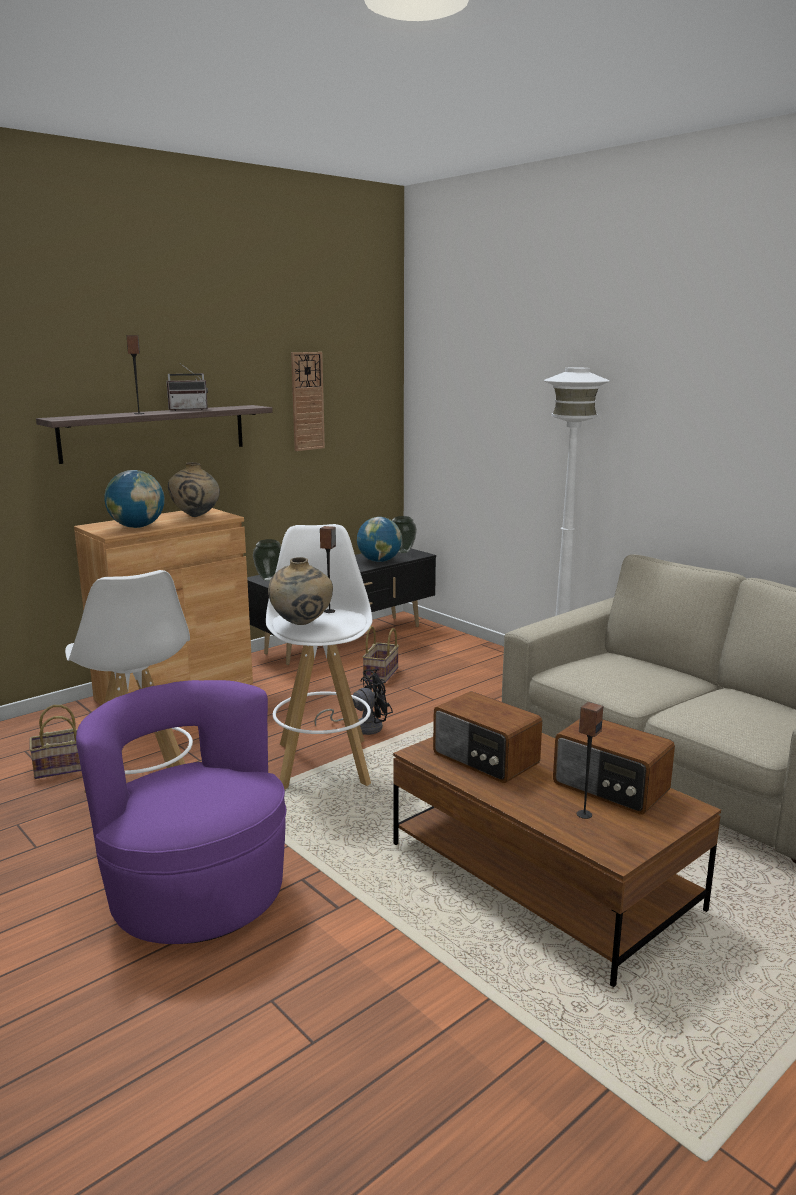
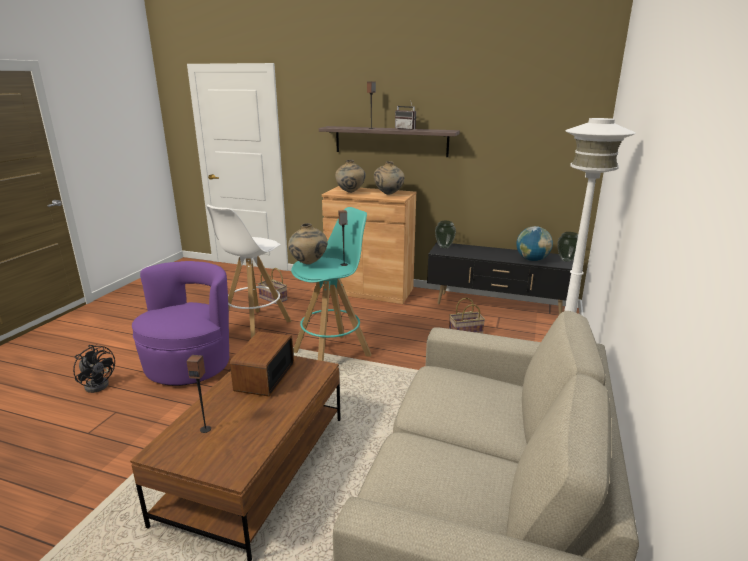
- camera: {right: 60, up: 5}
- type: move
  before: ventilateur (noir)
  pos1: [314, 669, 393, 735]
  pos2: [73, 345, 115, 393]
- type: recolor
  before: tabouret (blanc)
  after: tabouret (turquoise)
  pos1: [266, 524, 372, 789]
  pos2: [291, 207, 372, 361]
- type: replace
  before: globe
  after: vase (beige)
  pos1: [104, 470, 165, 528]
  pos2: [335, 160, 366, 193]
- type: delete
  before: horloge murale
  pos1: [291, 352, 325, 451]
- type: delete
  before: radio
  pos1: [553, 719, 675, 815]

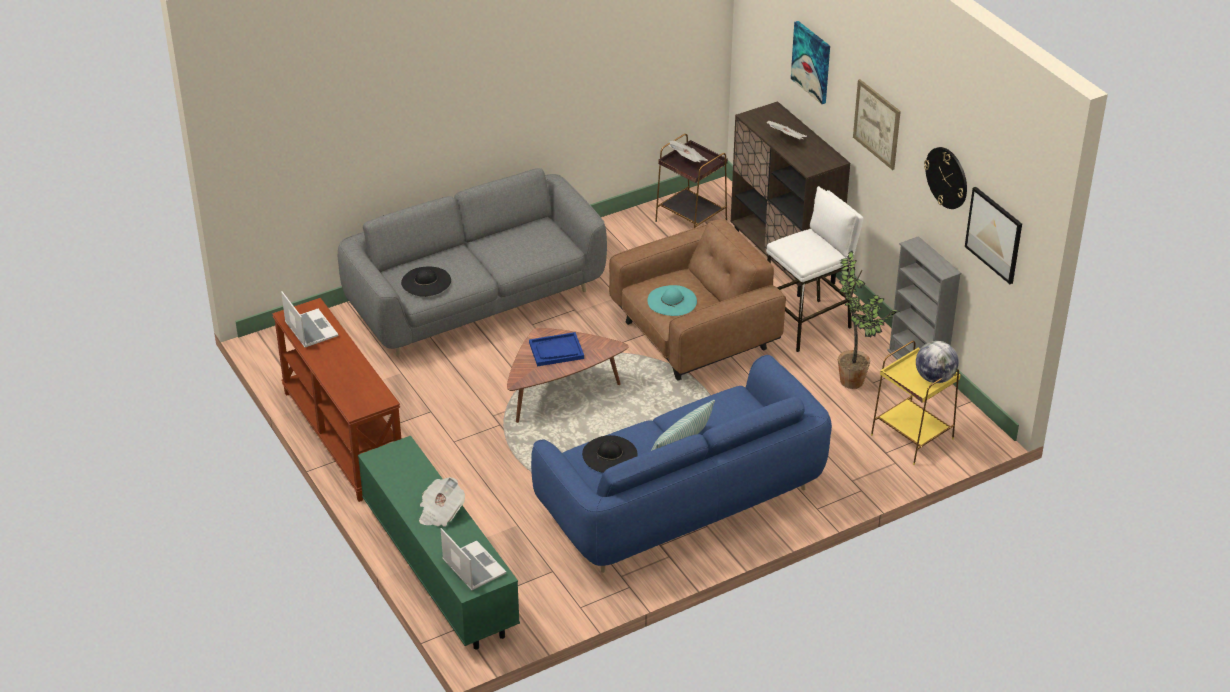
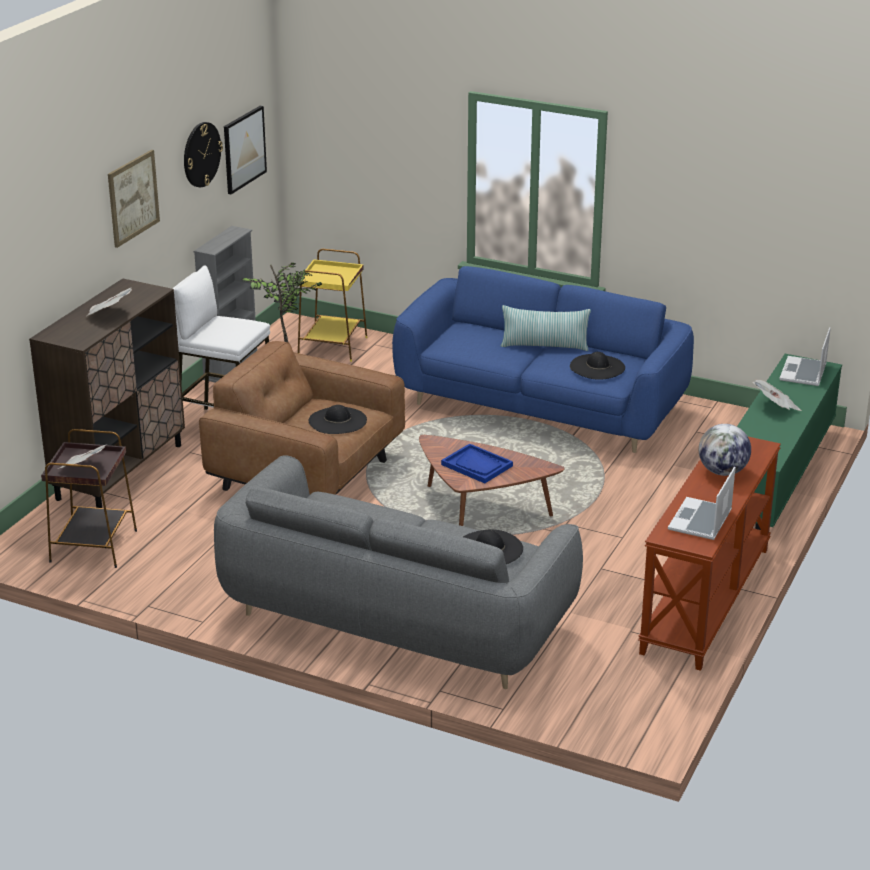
- camera: {right: -125, up: -10}
- type: recolor
  before: chapeau (turquoise)
  after: chapeau (noir)
  pos1: [647, 285, 697, 316]
  pos2: [309, 405, 367, 434]
- type: move
  before: globe
  pos1: [916, 341, 959, 383]
  pos2: [699, 424, 751, 476]
- type: delete
  before: tableau
  pos1: [791, 21, 830, 104]

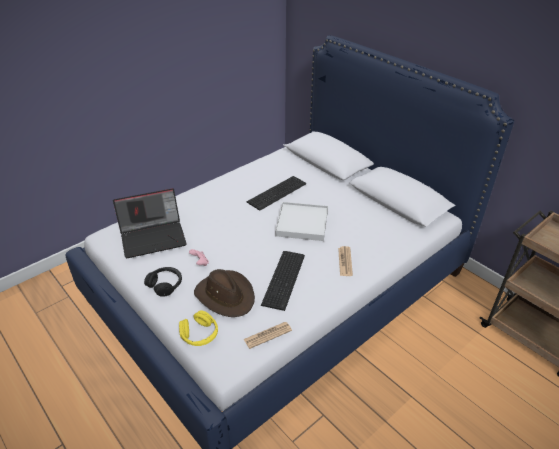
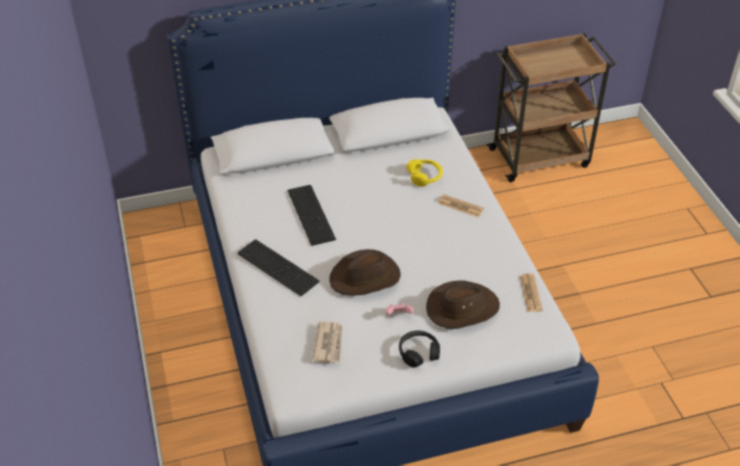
- camera: {right: -65, up: 5}
- type: move
  before: clavier
  pos1: [261, 251, 305, 311]
  pos2: [237, 240, 320, 296]
- type: replace
  before: ordinateur portable
  after: journal
  pos1: [113, 188, 187, 258]
  pos2: [312, 322, 343, 363]
- type: insert
  after: chapeau (marron)
  pos2: [329, 249, 401, 296]
- type: move
  before: casque audio (jaune)
  pos1: [179, 310, 218, 346]
  pos2: [406, 159, 443, 187]
- type: delete
  before: plateau (blanc)
  pos1: [275, 202, 328, 241]

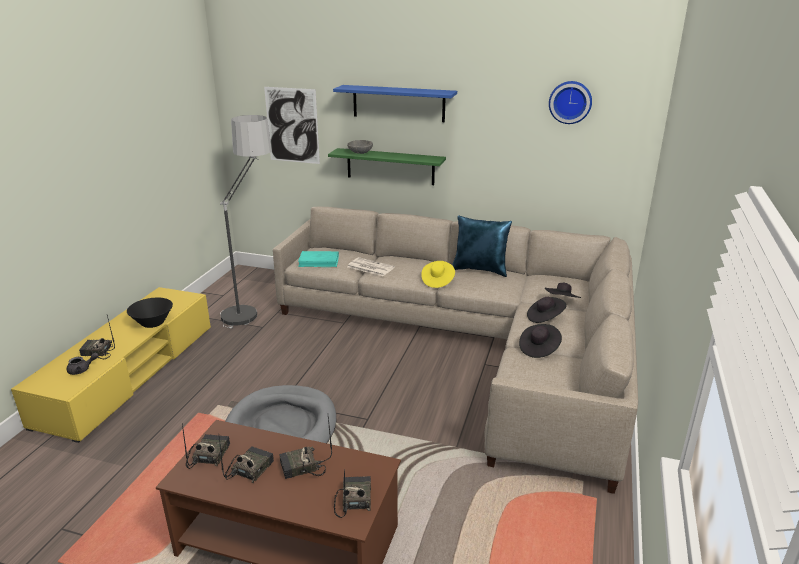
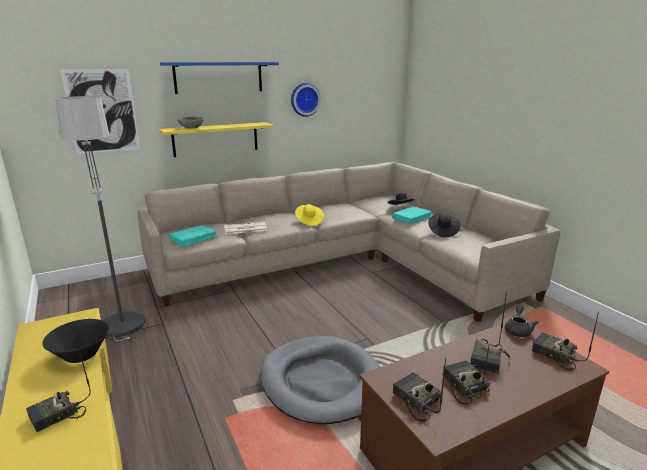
- camera: {right: -45, up: -5}
- type: recolor
  before: étagère (vert)
  after: étagère (jaune)
  pos1: [328, 148, 446, 185]
  pos2: [159, 122, 274, 157]
- type: move
  before: horloge murale
  pos1: [549, 81, 592, 124]
  pos2: [291, 83, 321, 117]
- type: replace
  before: chapeau (noir)
  after: livre (turquoise)
  pos1: [527, 297, 567, 323]
  pos2: [392, 207, 432, 224]
- type: move
  before: théière (gris)
  pos1: [67, 353, 99, 375]
  pos2: [505, 304, 539, 337]
- type: delete
  before: coussin (bleu)
  pos1: [452, 216, 512, 277]

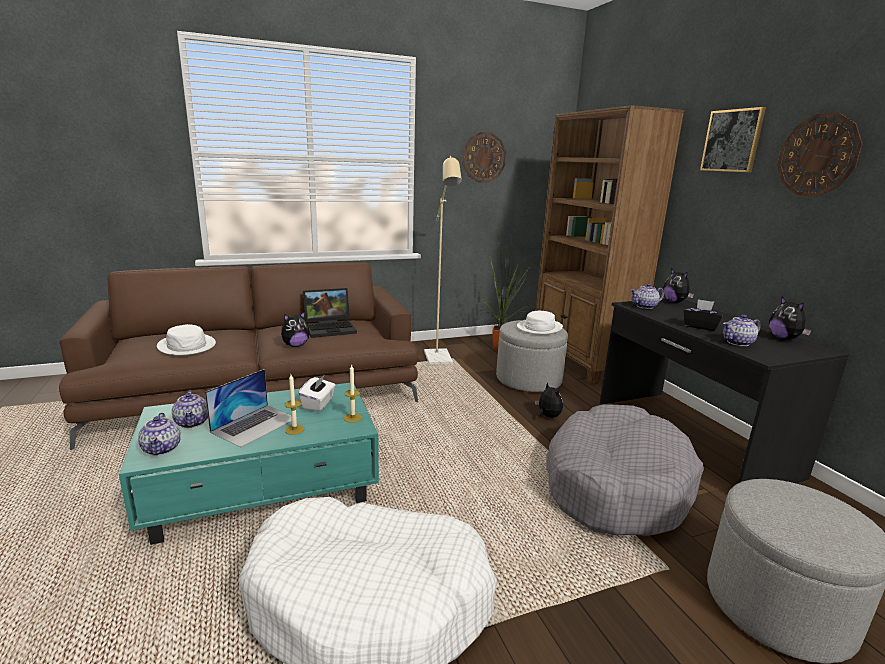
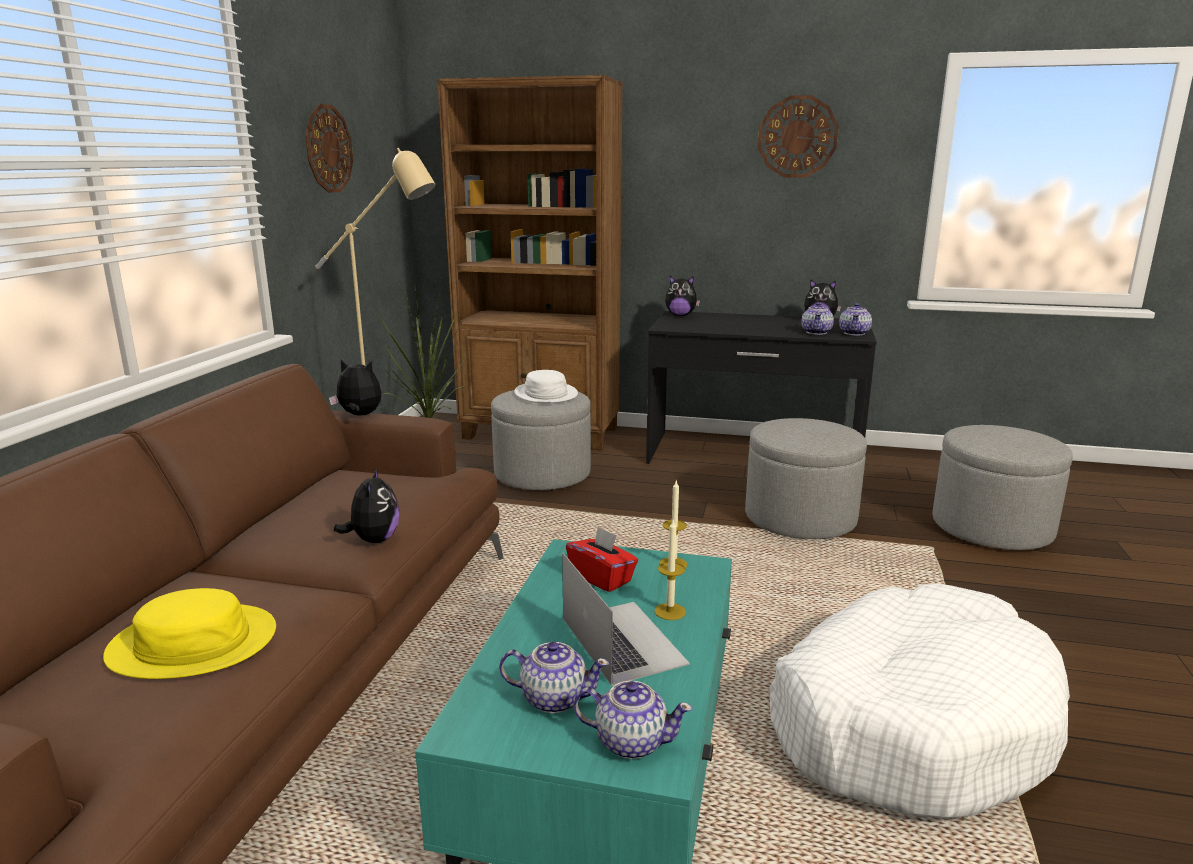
- camera: {right: -55, up: 0}
- type: recolor
  before: chapeau (blanc)
  after: chapeau (jaune)
  pos1: [157, 324, 216, 356]
  pos2: [103, 588, 276, 679]
- type: move
  before: peluche
  pos1: [535, 382, 563, 418]
  pos2: [329, 360, 382, 415]
- type: recolor
  before: boîte à mouchoirs (blanc)
  after: boîte à mouchoirs (rouge)
  pos1: [298, 376, 335, 412]
  pos2: [566, 526, 638, 592]
- type: replace
  before: panier pour chien (gris)
  after: pouf (gris)
  pos1: [546, 405, 704, 536]
  pos2: [745, 418, 867, 539]
- type: move
  before: théière
  pos1: [631, 283, 664, 309]
  pos2: [839, 303, 872, 335]
- type: delete
  before: ordinateur portable
  pos1: [303, 288, 357, 338]
- type: delete
  before: boîte à mouchoirs (noir)
  pos1: [684, 299, 723, 331]
- type: delete
  before: tableau
  pos1: [700, 107, 766, 172]

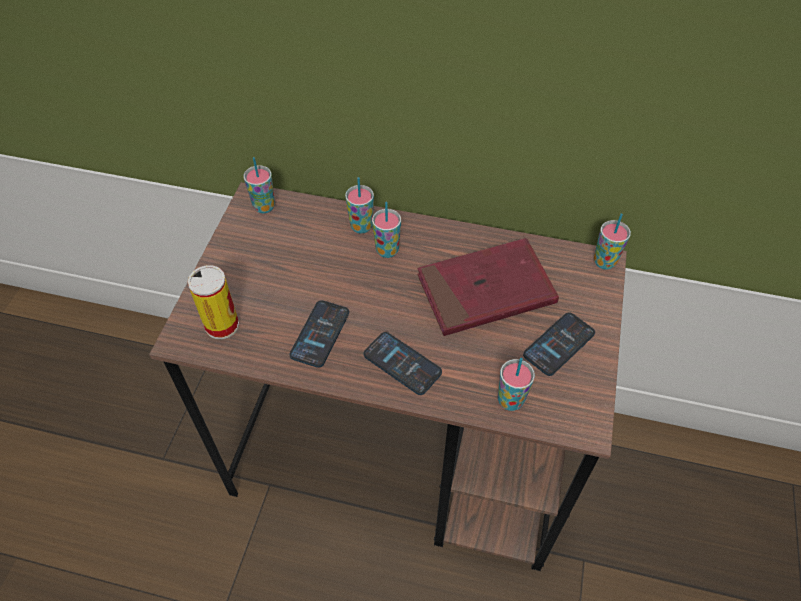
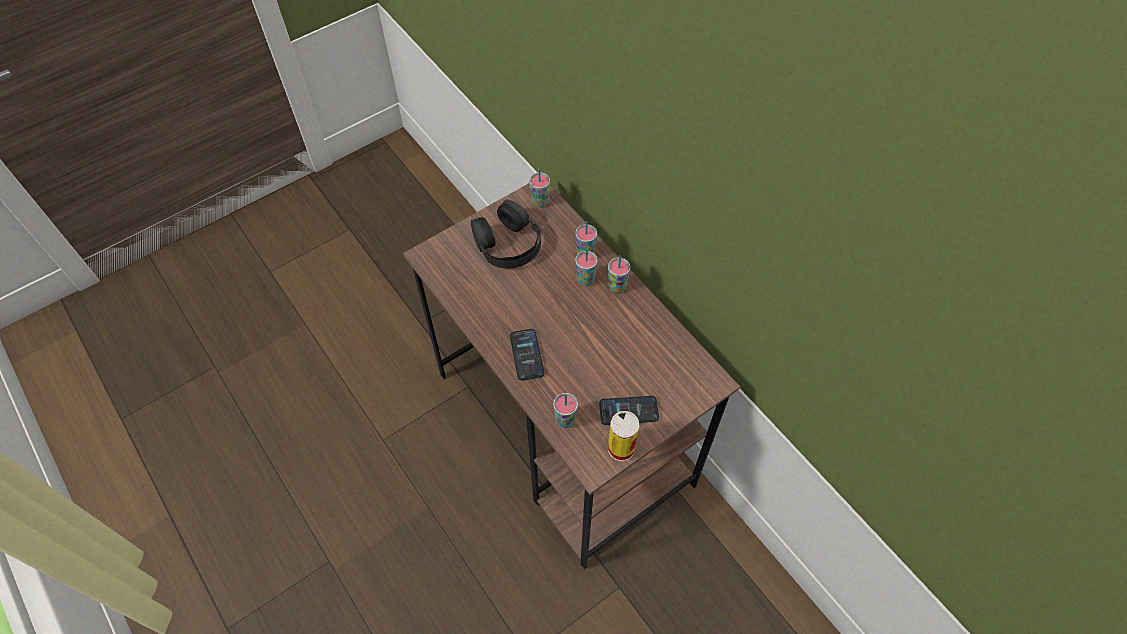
- camera: {right: 40, up: 5}
- type: insert
  after: casque audio (noir)
  pos2: [471, 200, 541, 269]
- type: move
  before: tasse
  pos1: [594, 214, 631, 270]
  pos2: [608, 255, 630, 293]
- type: move
  before: boîte métallique
  pos1: [188, 265, 239, 339]
  pos2: [608, 411, 639, 461]
- type: delete
  before: téléphone
  pos1: [290, 300, 349, 368]
- type: delete
  before: livre (rouge)
  pos1: [417, 238, 559, 336]

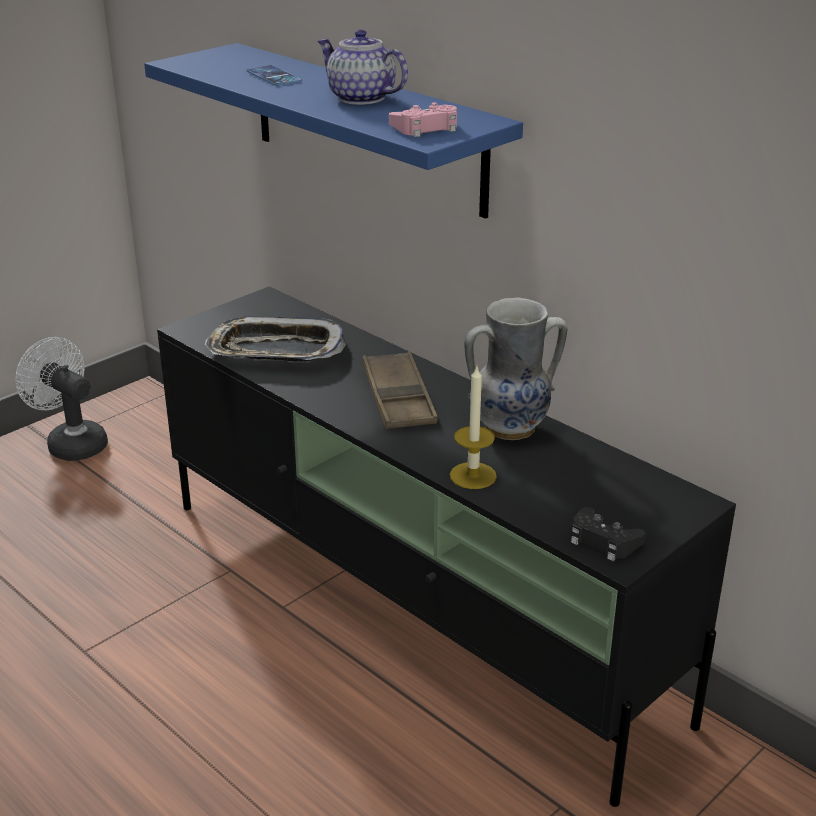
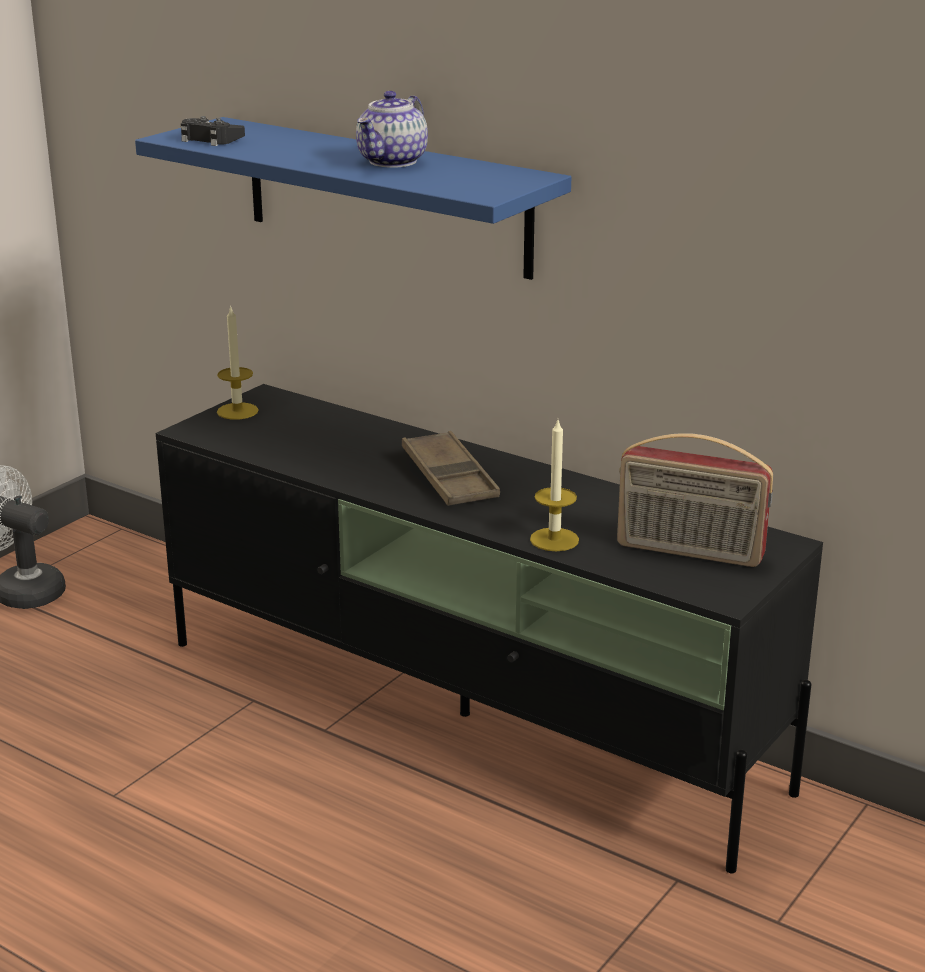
- camera: {right: -10, up: -5}
- type: move
  before: manette (noir)
  pos1: [571, 507, 645, 561]
  pos2: [181, 116, 245, 146]
- type: insert
  after: bougie
  pos2: [217, 305, 259, 420]
- type: rotate
  before: théière
  pos1: [317, 29, 408, 105]
  pos2: [356, 91, 428, 168]
  turn: -90
- type: insert
  after: radio
  pos2: [617, 433, 773, 567]
- type: delete
  before: plateau
  pos1: [205, 316, 346, 362]
- type: delete
  before: téléphone
  pos1: [246, 65, 302, 86]
- type: delete
  before: manette (rose)
  pos1: [389, 102, 457, 137]
- type: delete
  before: vase
  pos1: [464, 298, 568, 440]

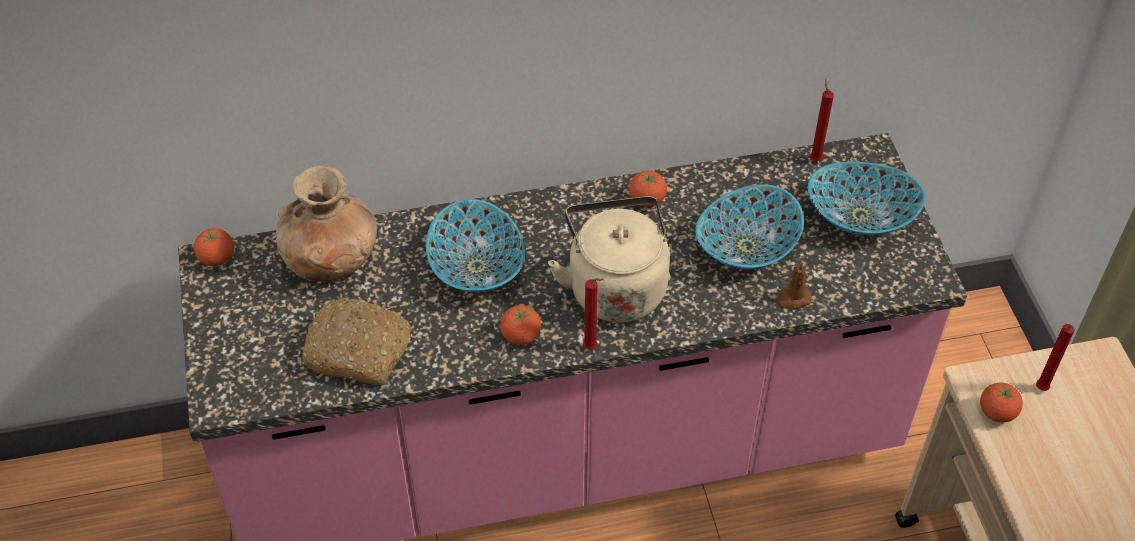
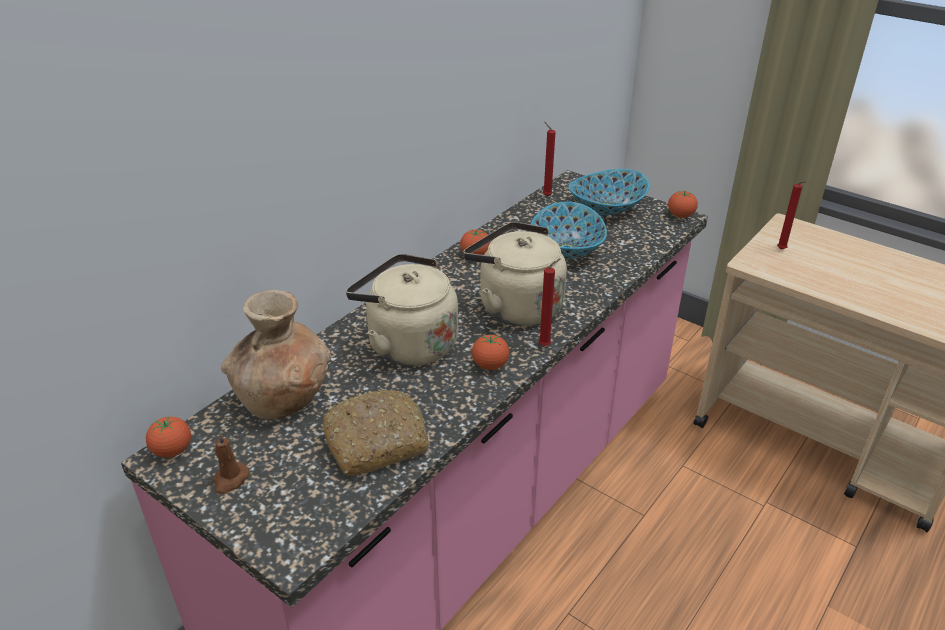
- camera: {right: -40, up: -15}
- type: move
  before: bougie (marron)
  pos1: [777, 261, 811, 310]
  pos2: [213, 432, 250, 494]
- type: replace
  before: bol
  after: bouilloire (beige)
  pos1: [426, 199, 525, 292]
  pos2: [346, 254, 458, 366]
- type: move
  before: tomate
  pos1: [980, 383, 1023, 423]
  pos2: [668, 191, 698, 218]

